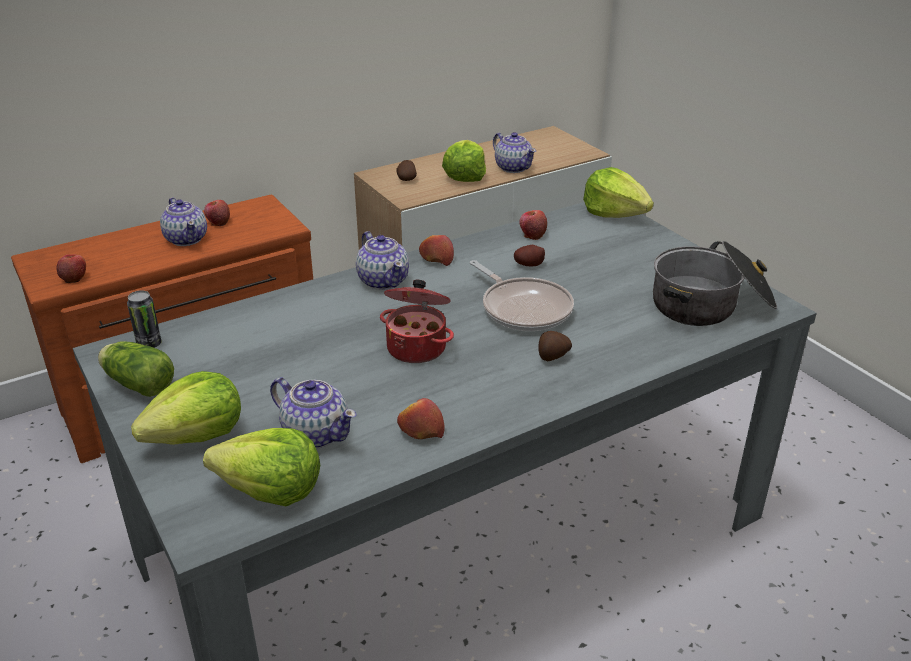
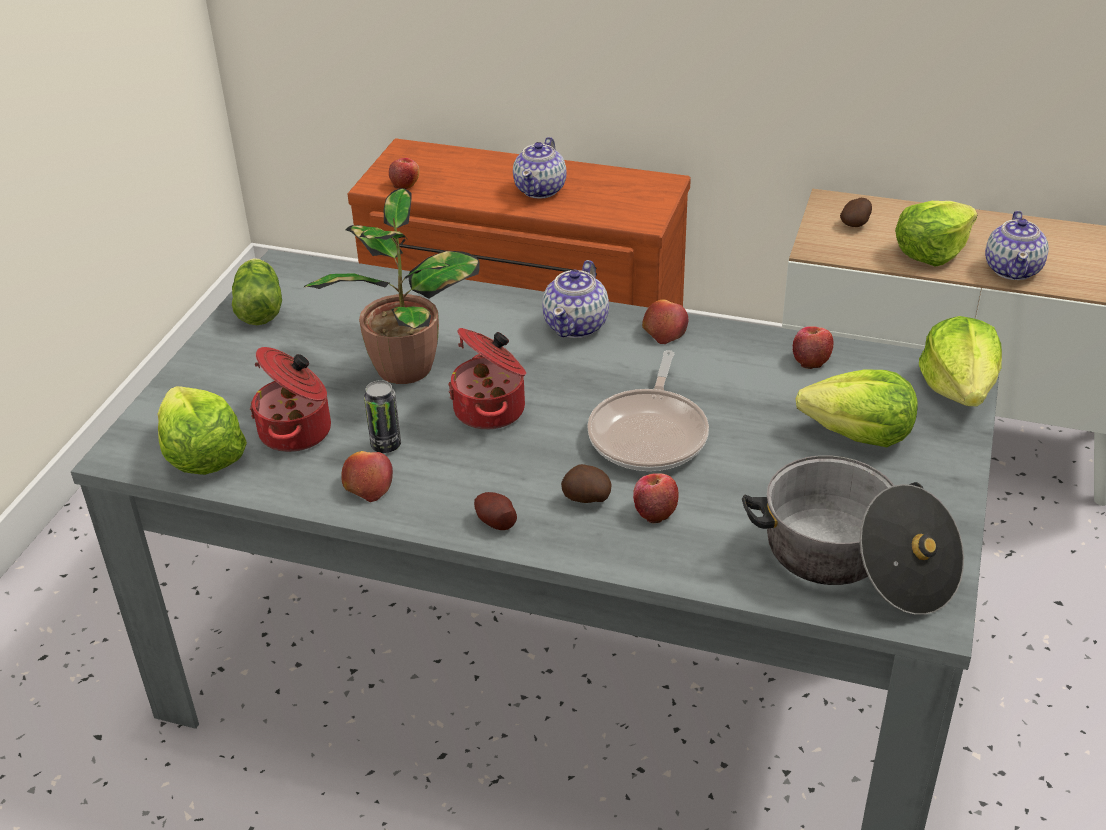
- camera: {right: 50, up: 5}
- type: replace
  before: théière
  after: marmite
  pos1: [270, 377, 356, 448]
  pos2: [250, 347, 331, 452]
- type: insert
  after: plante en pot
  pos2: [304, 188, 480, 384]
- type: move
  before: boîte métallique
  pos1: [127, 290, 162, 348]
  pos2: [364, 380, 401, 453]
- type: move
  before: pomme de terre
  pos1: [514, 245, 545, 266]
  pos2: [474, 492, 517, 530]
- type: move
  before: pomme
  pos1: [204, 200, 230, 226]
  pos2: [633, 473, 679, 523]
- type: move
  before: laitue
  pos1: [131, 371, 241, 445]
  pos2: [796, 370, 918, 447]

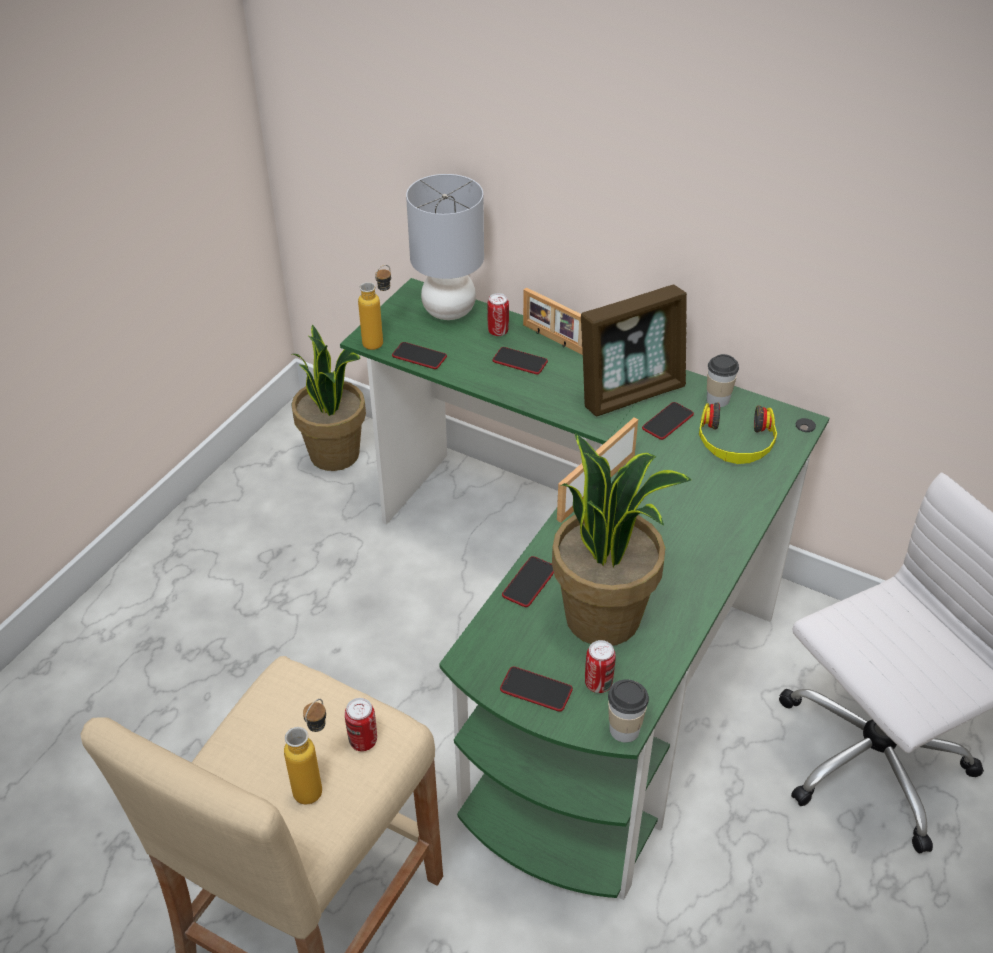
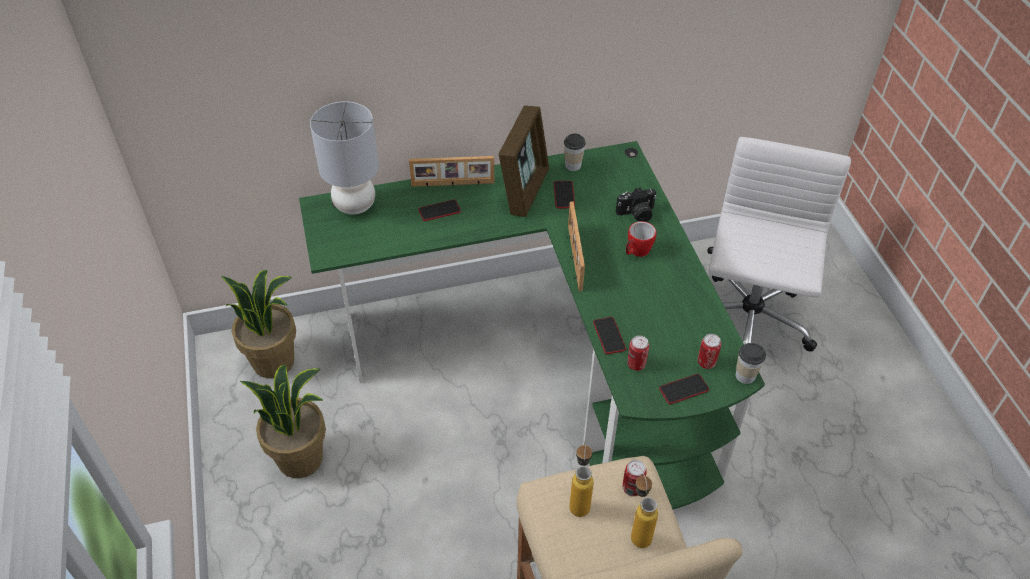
- camera: {right: -45, up: 5}
- type: move
  before: plante en pot
  pos1: [552, 433, 691, 646]
  pos2: [240, 365, 326, 478]
- type: move
  before: bouteille
  pos1: [358, 265, 391, 350]
  pos2: [569, 443, 594, 517]
- type: insert
  after: appareil photo
  pos2: [616, 187, 657, 222]
- type: insert
  after: mug
  pos2: [626, 221, 656, 257]
- type: move
  before: boîte métallique
  pos1: [487, 293, 509, 336]
  pos2: [627, 335, 649, 371]
- type: delete
  before: téléphone
  pos1: [392, 342, 447, 369]
- type: delete
  before: casque audio
  pos1: [699, 402, 777, 464]

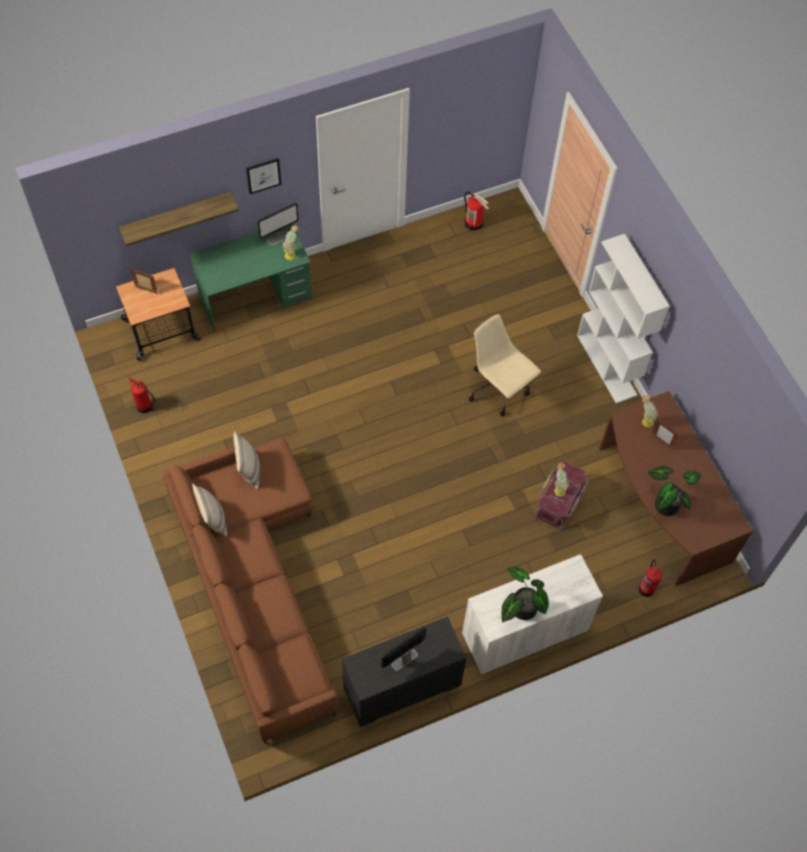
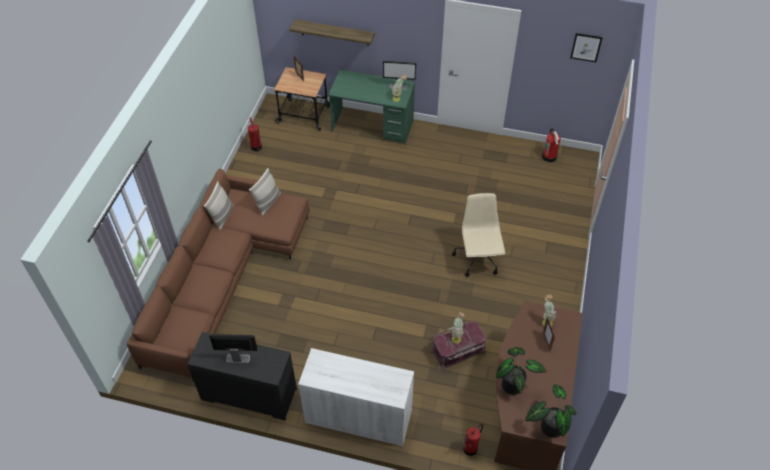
- camera: {right: 40, up: -10}
- type: move
  before: plante en pot
  pos1: [502, 567, 549, 622]
  pos2: [525, 384, 577, 438]
- type: move
  before: tableau
  pos1: [246, 158, 281, 194]
  pos2: [570, 33, 603, 62]
- type: delete
  before: bibliothèque (blanc)
  pos1: [577, 234, 670, 403]

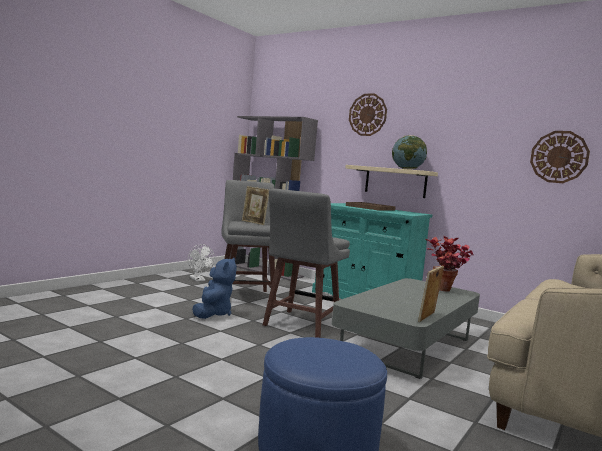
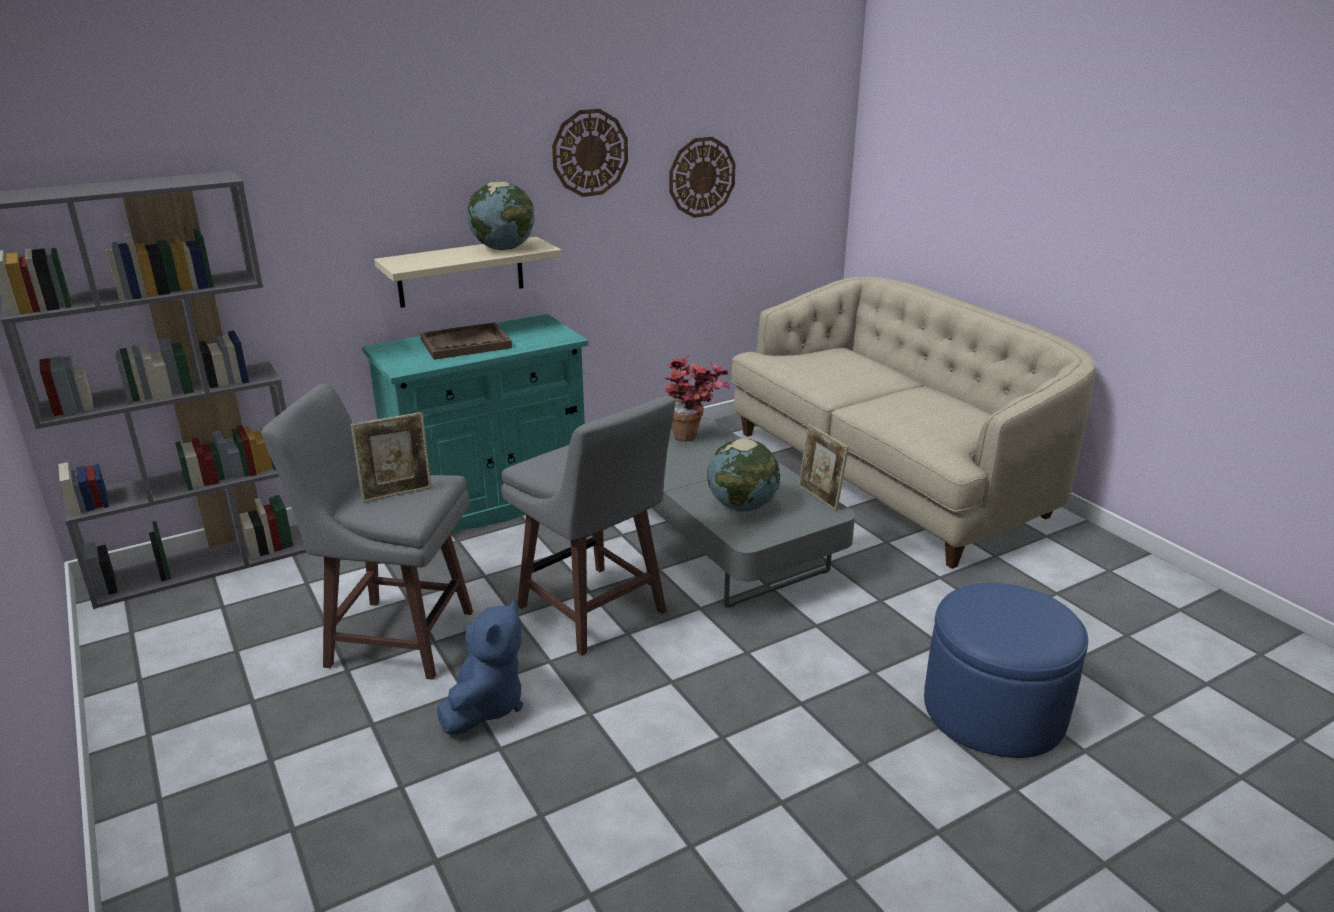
- camera: {right: -65, up: 20}
- type: rotate
  before: peluche (bleu)
  pos1: [192, 258, 237, 319]
  pos2: [437, 599, 523, 735]
  turn: 75
- type: move
  before: horloge murale
  pos1: [349, 93, 387, 136]
  pos2: [552, 109, 628, 197]
- type: insert
  after: globe
  pos2: [707, 438, 780, 512]
- type: delete
  before: ventilateur (blanc)
  pos1: [188, 244, 215, 281]

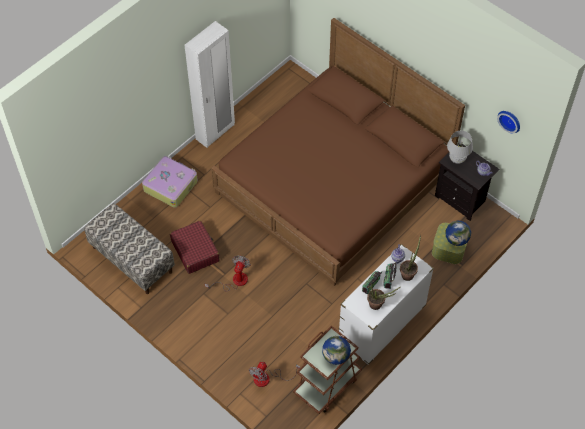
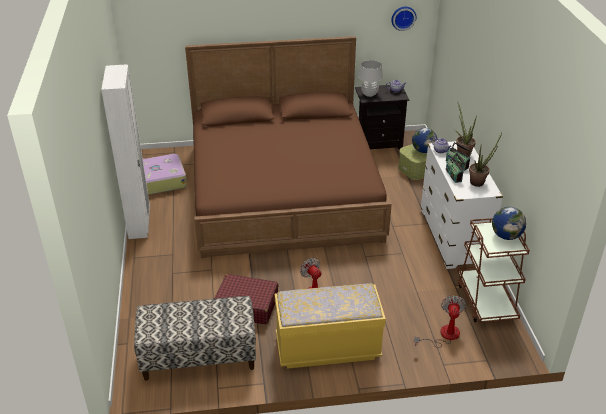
- camera: {right: -50, up: -20}
- type: move
  before: valise
  pos1: [142, 156, 198, 208]
  pos2: [143, 154, 187, 195]
- type: insert
  after: banc (jaune)
  pos2: [275, 283, 386, 369]
- type: rotate
  before: ventilateur
  pos1: [249, 362, 300, 387]
  pos2: [414, 295, 466, 348]
  turn: -150

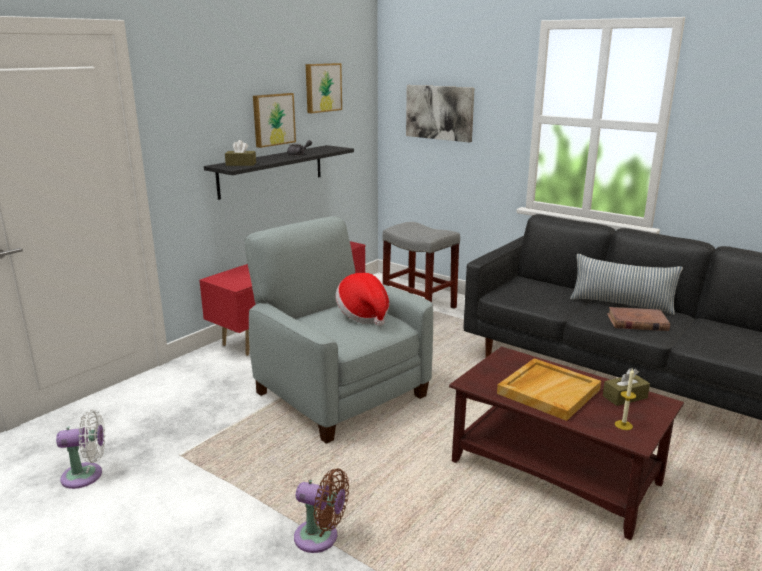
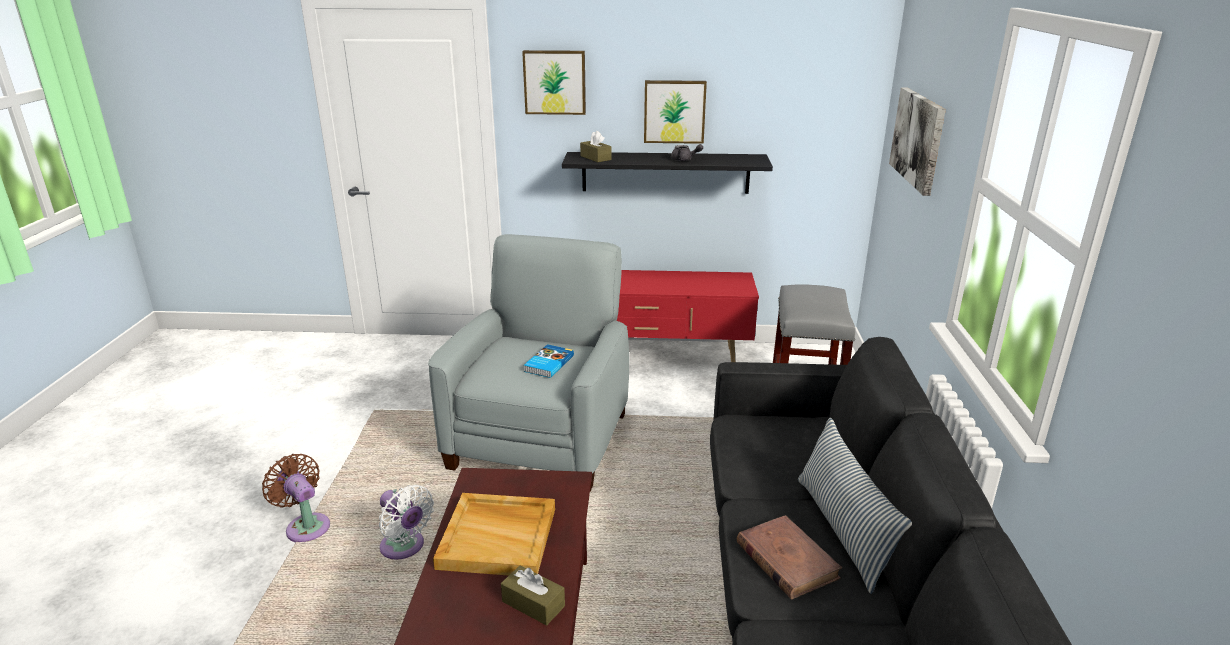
- camera: {right: 55, up: 5}
- type: rotate
  before: ventilateur (marron)
  pos1: [294, 468, 349, 553]
  pos2: [262, 454, 330, 542]
  turn: 150
- type: move
  before: ventilateur (blanc)
  pos1: [56, 410, 105, 489]
  pos2: [379, 485, 434, 560]
- type: move
  before: tableau
  pos1: [306, 63, 342, 113]
  pos2: [522, 50, 586, 115]
- type: replace
  before: chapeau
  after: livre
  pos1: [336, 273, 389, 326]
  pos2: [524, 344, 574, 378]
- type: delete
  before: bougie
  pos1: [615, 368, 636, 430]

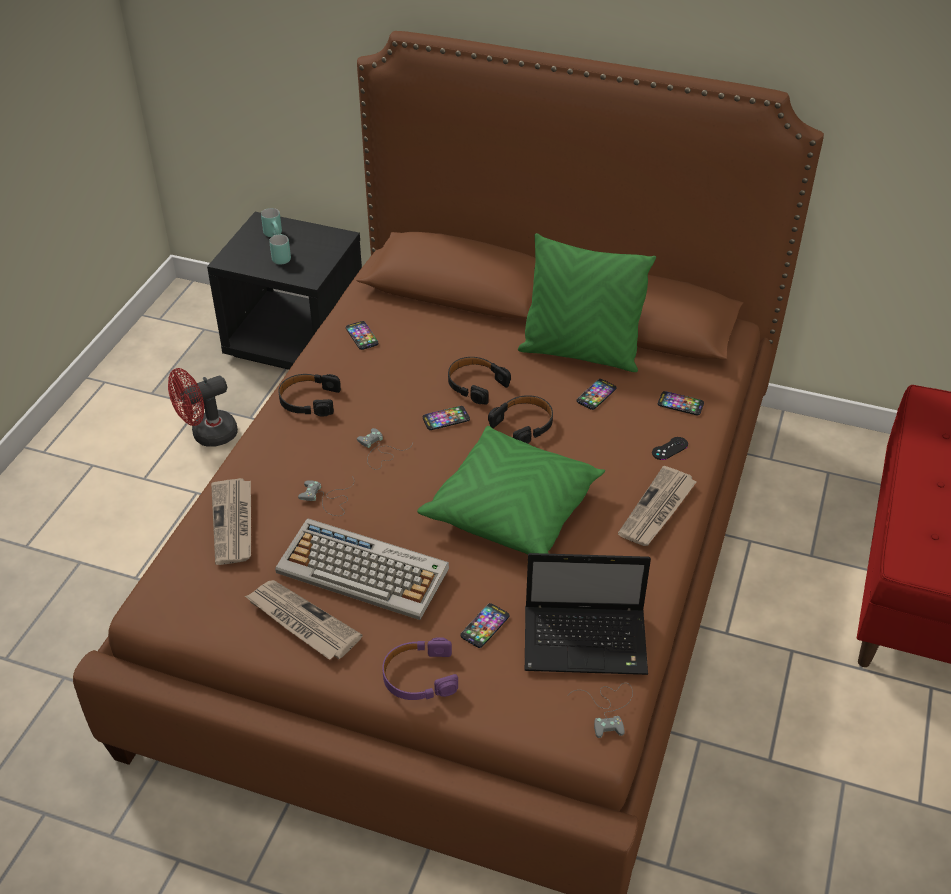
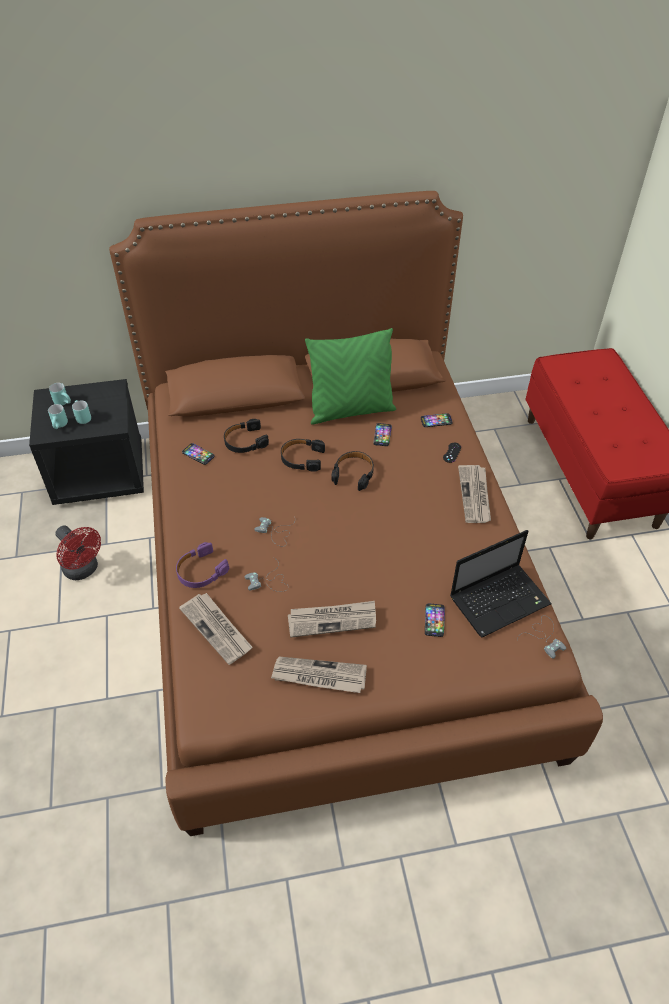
- camera: {right: -30, up: 5}
- type: insert
  after: mug (turquoise)
  pos2: [48, 404, 68, 429]
- type: rotate
  before: ventilateur (rouge)
  pos1: [168, 368, 238, 447]
  pos2: [55, 525, 101, 580]
  turn: -75
- type: move
  before: casque audio (violet)
  pos1: [382, 637, 458, 700]
  pos2: [176, 542, 229, 588]
- type: move
  before: casque audio (noir)
  pos1: [278, 374, 341, 417]
  pos2: [224, 419, 269, 453]
- type: replace
  before: clavier
  after: journal
  pos1: [275, 518, 449, 620]
  pos2: [288, 601, 376, 638]
- type: delete
  before: coussin (vert)
  pos1: [417, 426, 605, 555]
- type: delete
  before: téléphone
  pos1: [423, 406, 470, 430]

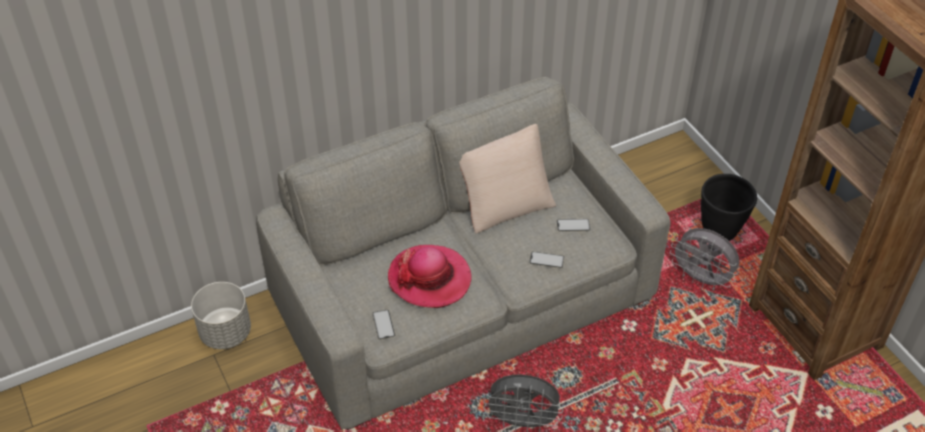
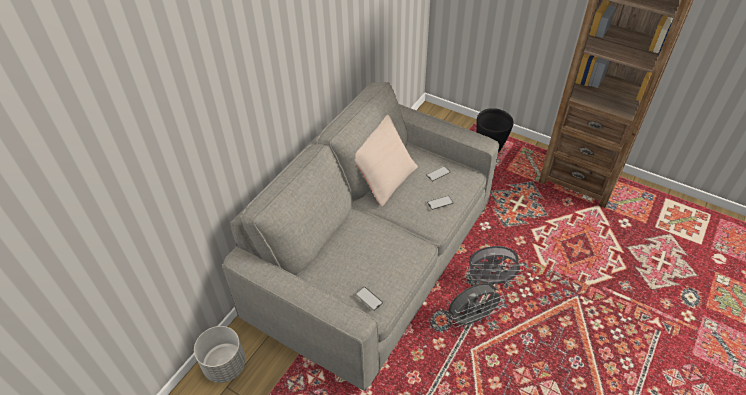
- camera: {right: -30, up: 0}
- type: move
  before: ventilateur (gris)
  pos1: [670, 228, 739, 290]
  pos2: [466, 246, 524, 288]
- type: delete
  before: chapeau
  pos1: [388, 245, 472, 308]

